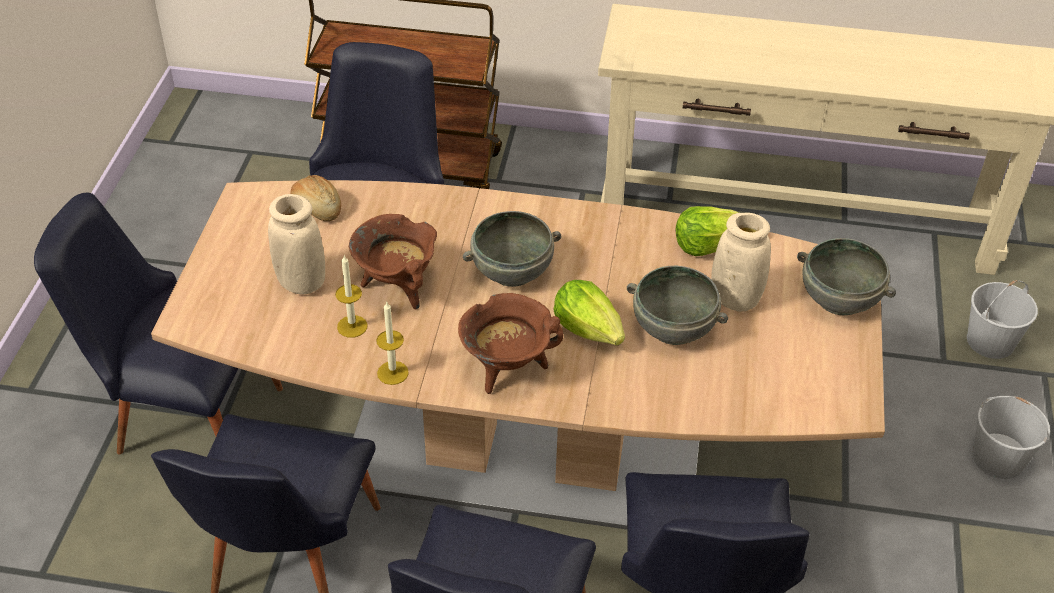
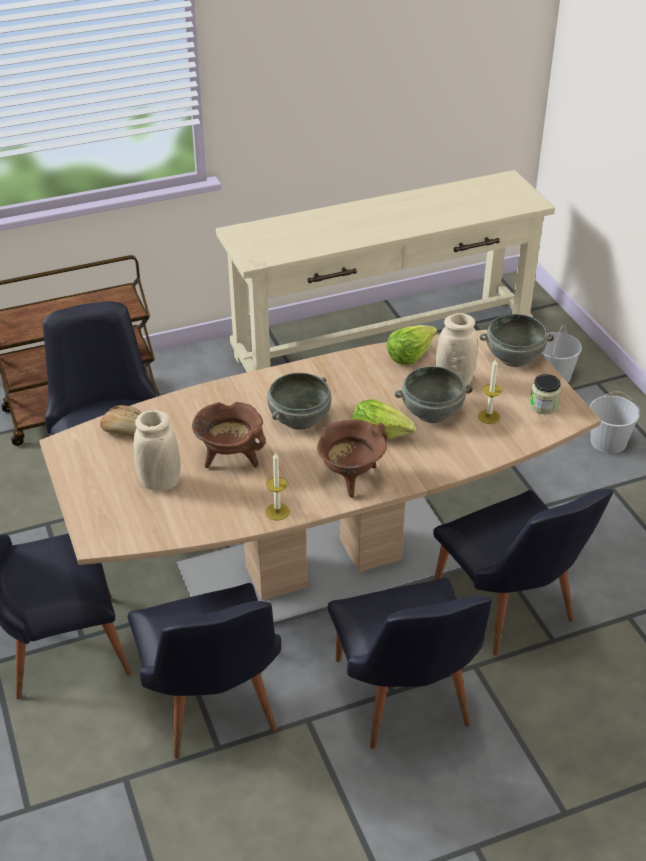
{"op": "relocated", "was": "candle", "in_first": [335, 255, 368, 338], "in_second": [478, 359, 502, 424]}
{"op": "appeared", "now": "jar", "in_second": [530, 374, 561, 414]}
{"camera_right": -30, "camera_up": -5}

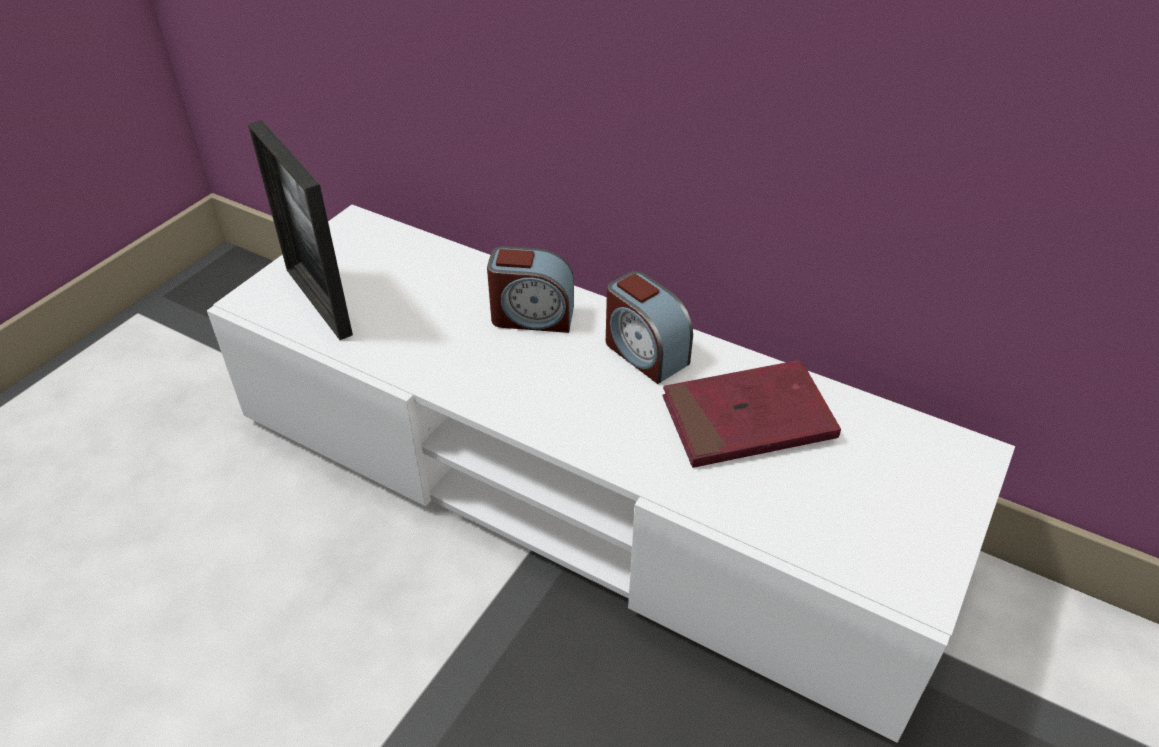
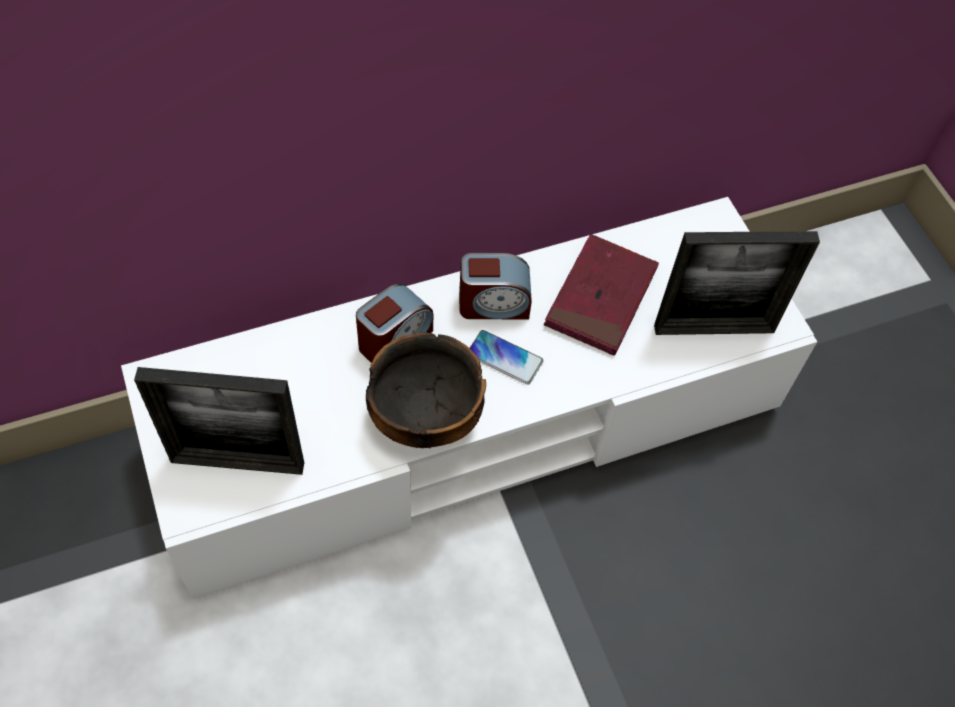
{"op": "appeared", "now": "picture frame", "in_second": [654, 231, 820, 335]}
{"op": "appeared", "now": "phone", "in_second": [469, 330, 543, 385]}
{"op": "appeared", "now": "bowl", "in_second": [366, 332, 486, 448]}
{"camera_right": -55, "camera_up": 15}

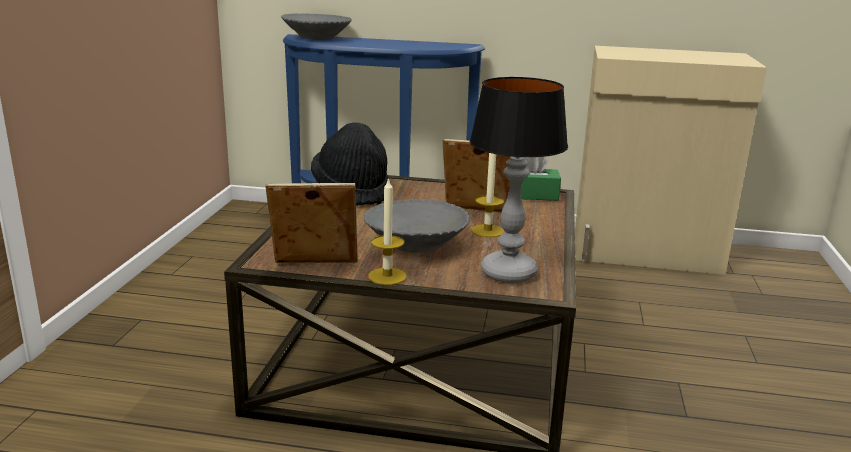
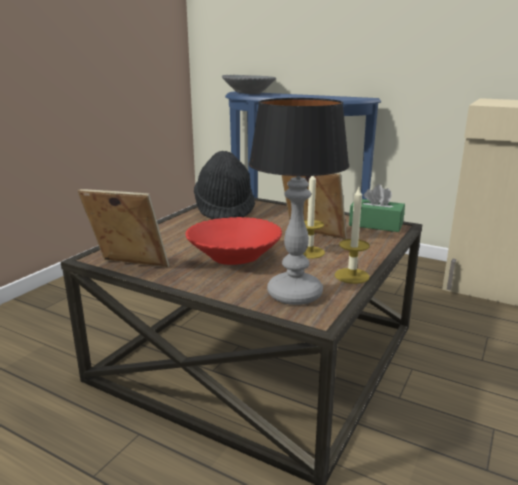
{"op": "relocated", "was": "candle", "in_first": [368, 177, 407, 285], "in_second": [335, 187, 370, 284]}
{"op": "colour", "was": "bowl/grey", "now": "bowl/red", "in_first": [364, 199, 470, 253], "in_second": [186, 217, 282, 265]}
{"camera_right": 20, "camera_up": 0}

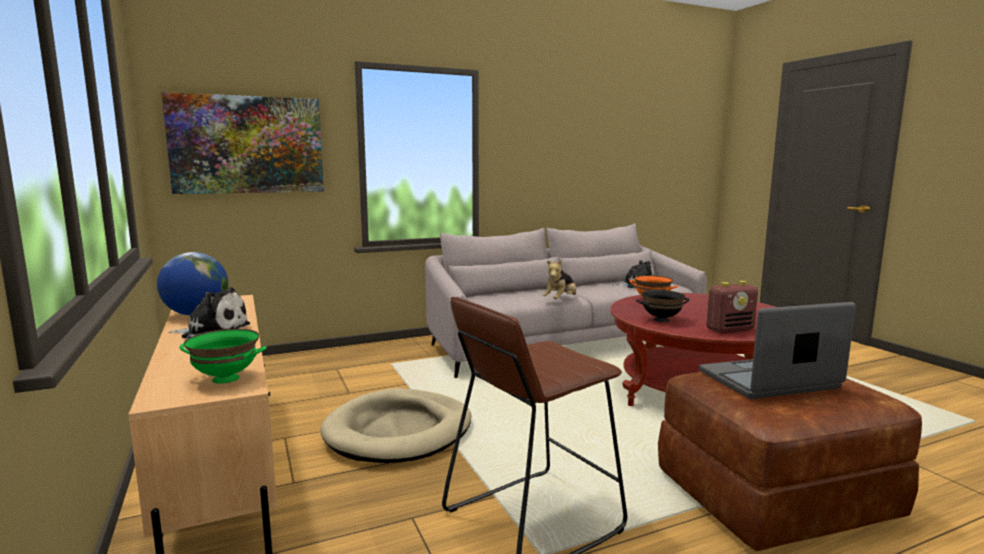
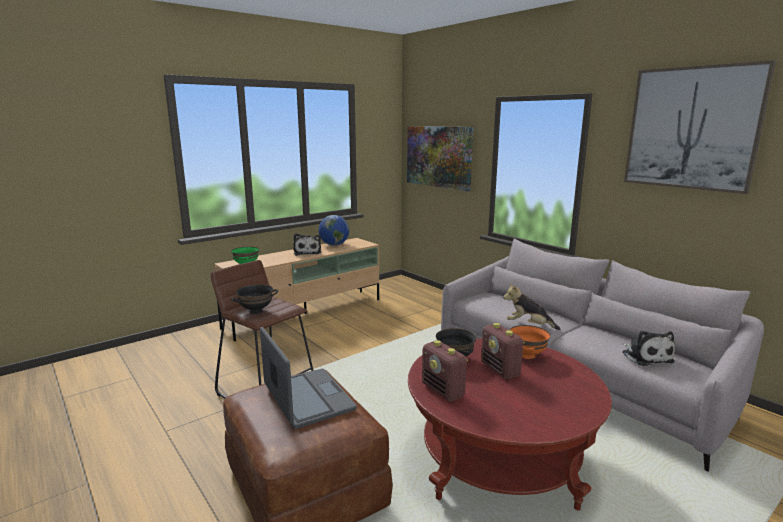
{"op": "missing", "was": "dog bed/beige", "in_first": [320, 388, 471, 463]}
{"op": "appeared", "now": "picture", "in_second": [624, 60, 776, 194]}
{"op": "appeared", "now": "bowl/black", "in_second": [231, 284, 278, 314]}
{"op": "appeared", "now": "radio", "in_second": [481, 323, 525, 379]}
{"camera_right": 75, "camera_up": 5}

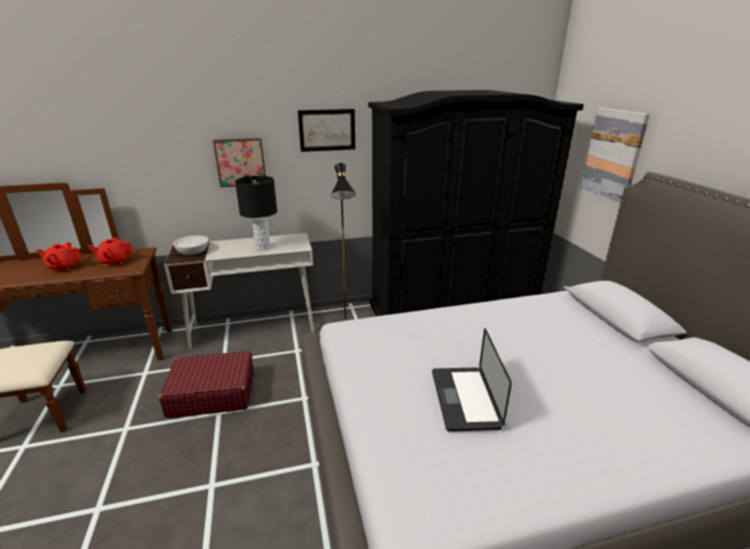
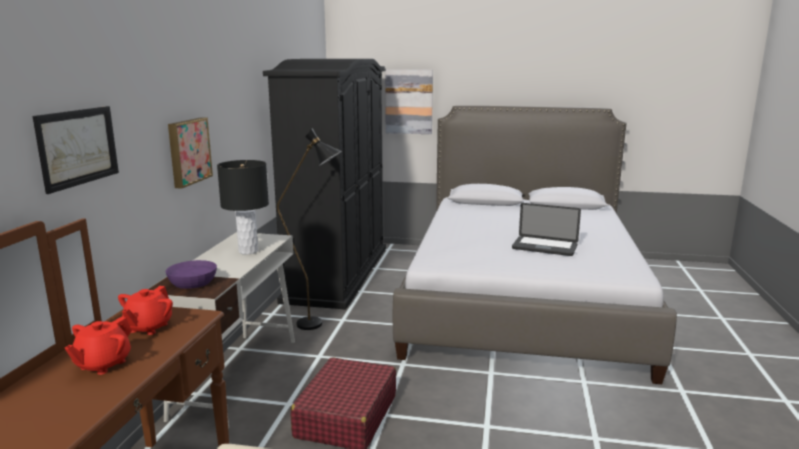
{"op": "relocated", "was": "picture", "in_first": [298, 109, 355, 152], "in_second": [33, 106, 119, 194]}
{"op": "colour", "was": "bowl/white", "now": "bowl/purple", "in_first": [173, 235, 208, 255], "in_second": [165, 260, 217, 289]}
{"camera_right": -65, "camera_up": -10}

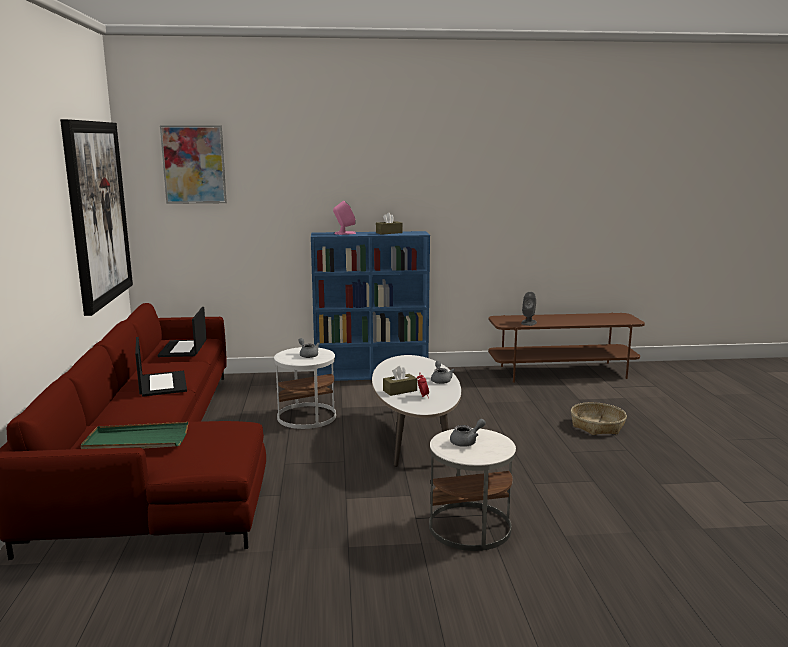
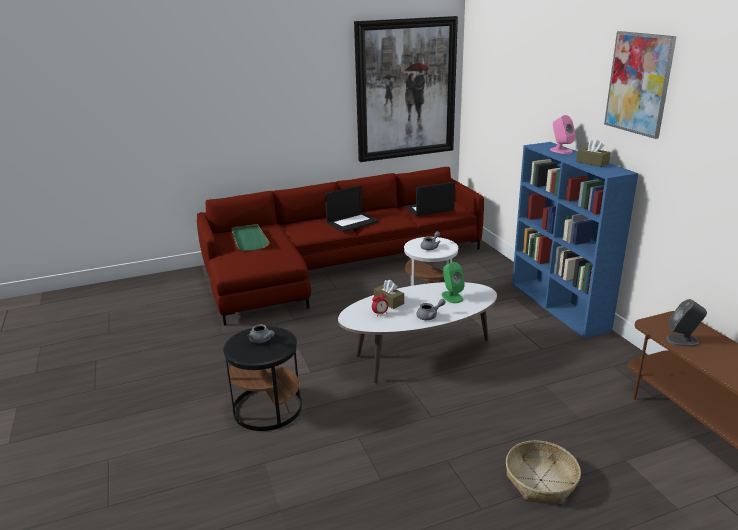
{"op": "relocated", "was": "picture", "in_first": [160, 125, 227, 204], "in_second": [604, 31, 677, 139]}
{"op": "colour", "was": "side table/white", "now": "side table/black", "in_first": [429, 428, 516, 551], "in_second": [223, 326, 302, 431]}
{"op": "appeared", "now": "speaker/green", "in_second": [442, 262, 465, 303]}
{"camera_right": 75, "camera_up": 10}

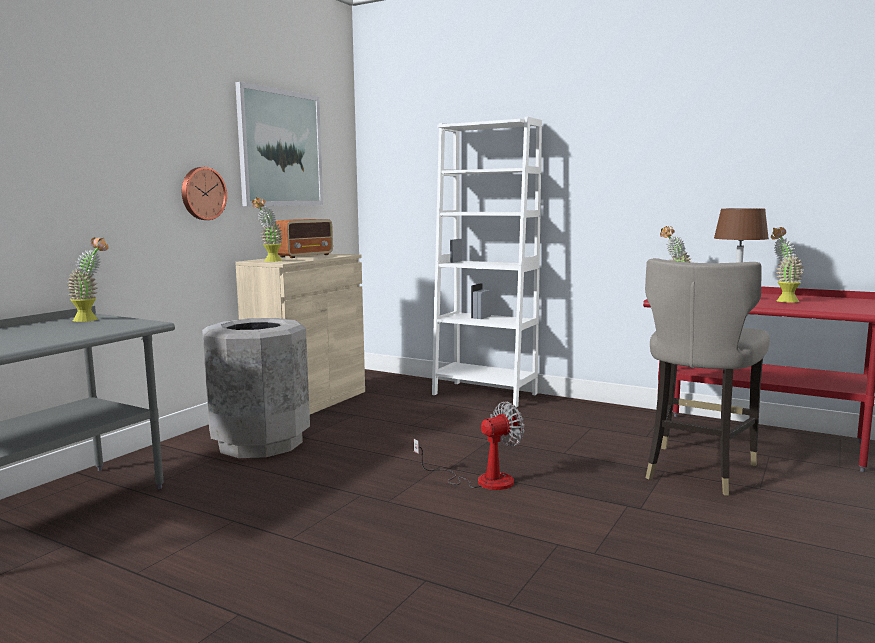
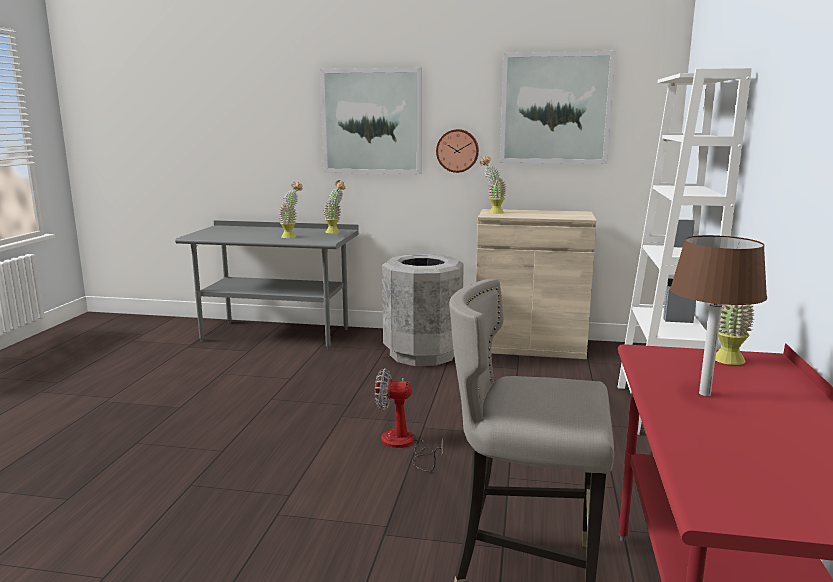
{"op": "missing", "was": "radio", "in_first": [276, 219, 333, 258]}
{"op": "relocated", "was": "potted plant", "in_first": [771, 227, 804, 303], "in_second": [278, 182, 303, 238]}
{"op": "spun", "was": "fan", "in_first": [413, 402, 525, 490], "in_second": [375, 368, 443, 472], "clockwise": 150}
{"op": "appeared", "now": "picture", "in_second": [320, 68, 422, 174]}
{"camera_right": 70, "camera_up": 5}

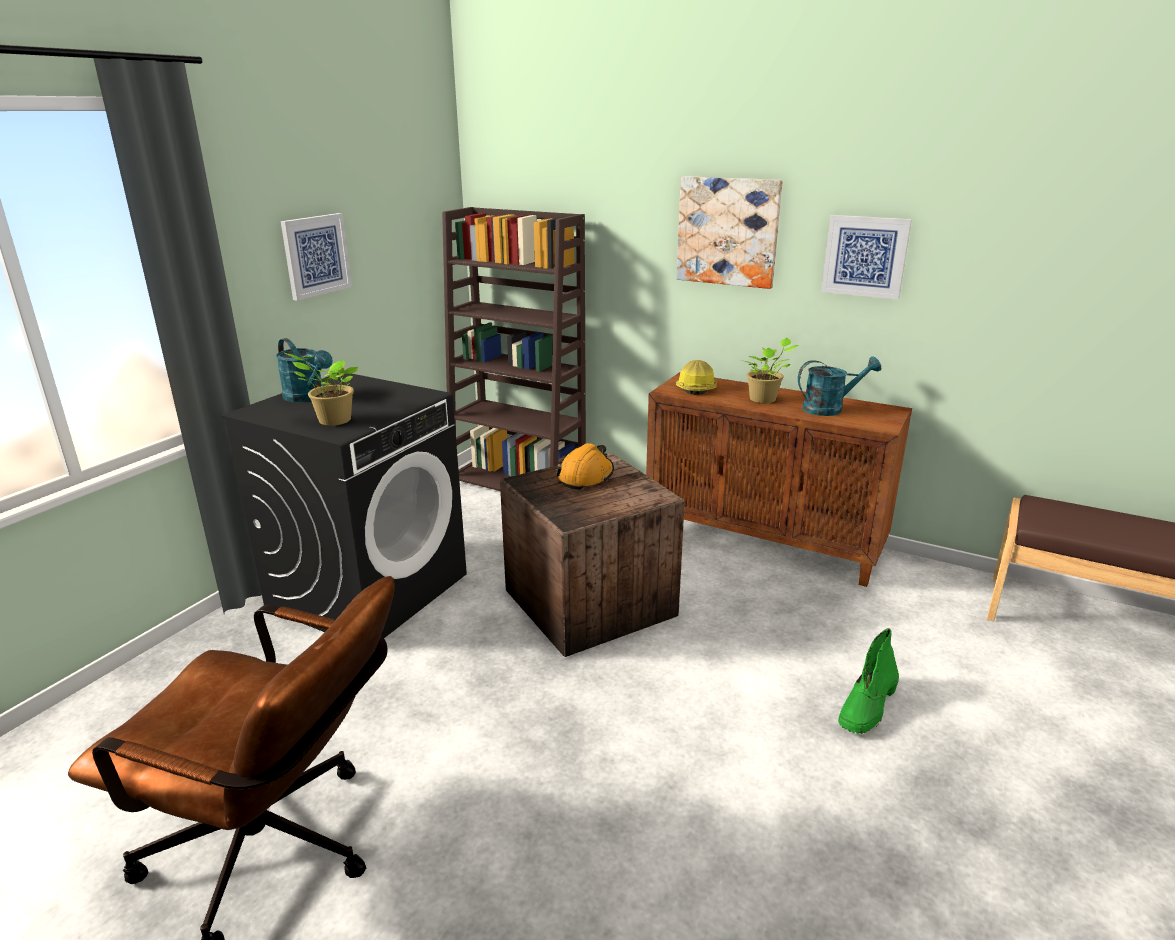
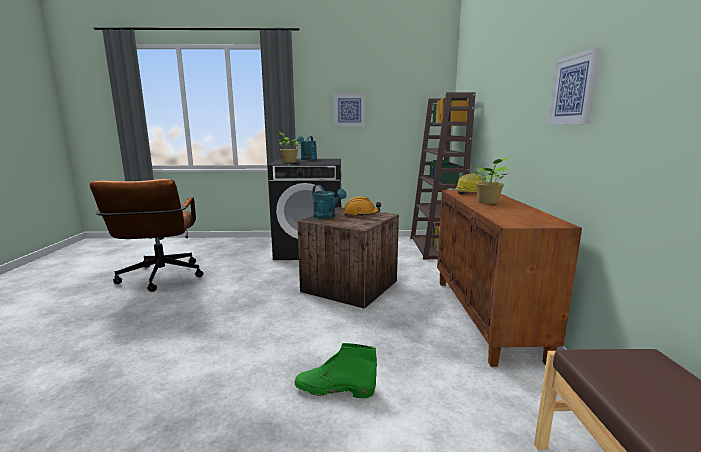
{"op": "missing", "was": "picture", "in_first": [676, 176, 783, 289]}
{"op": "relocated", "was": "watering can/turquoise", "in_first": [798, 356, 881, 416], "in_second": [312, 185, 347, 219]}
{"camera_right": 60, "camera_up": -10}

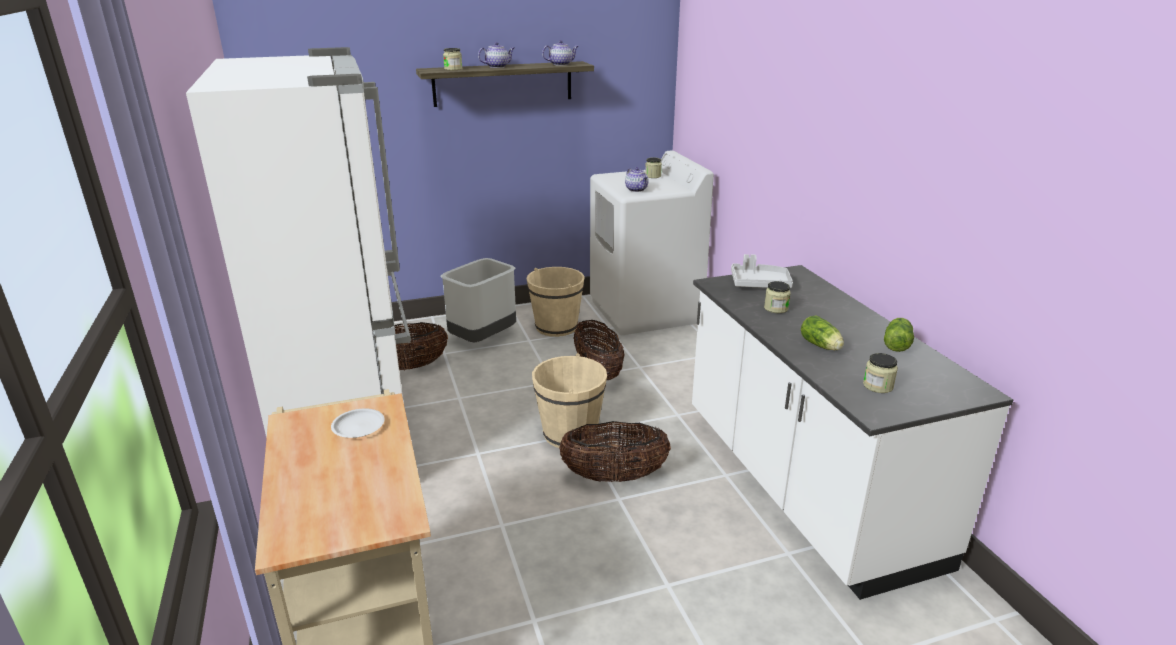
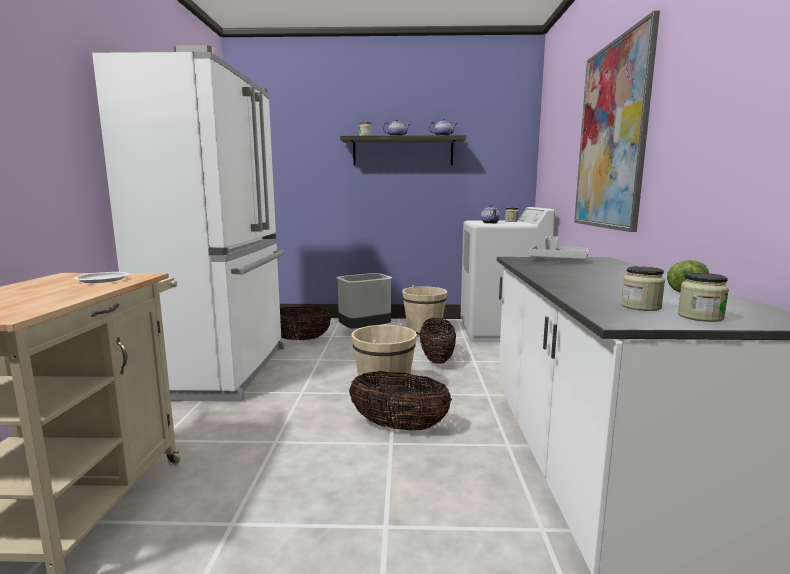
{"op": "relocated", "was": "jar", "in_first": [764, 281, 791, 313], "in_second": [678, 273, 729, 322]}
{"op": "missing", "was": "lettuce", "in_first": [801, 315, 844, 350]}
{"op": "appeared", "now": "picture", "in_second": [574, 11, 660, 232]}
{"camera_right": 20, "camera_up": -15}

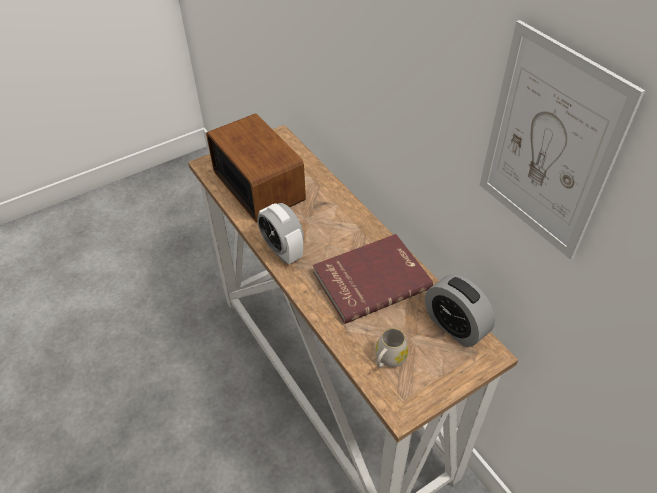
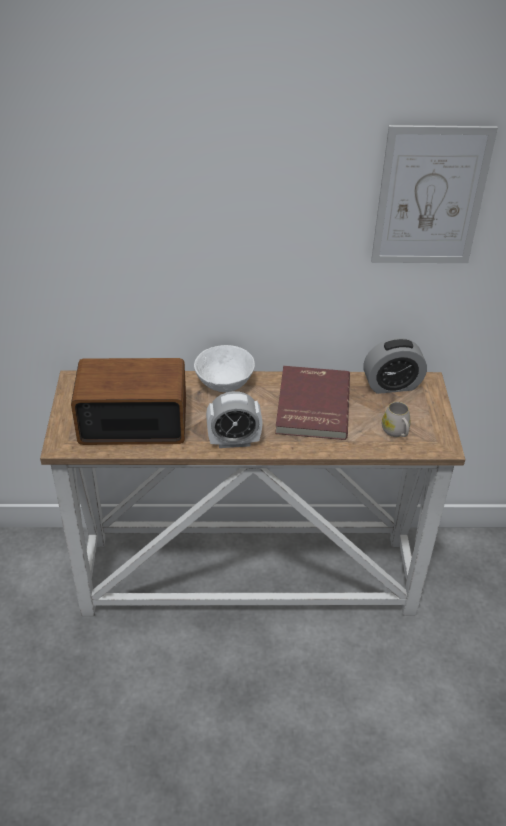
{"op": "appeared", "now": "bowl/white", "in_second": [194, 345, 255, 392]}
{"camera_right": -60, "camera_up": -5}

